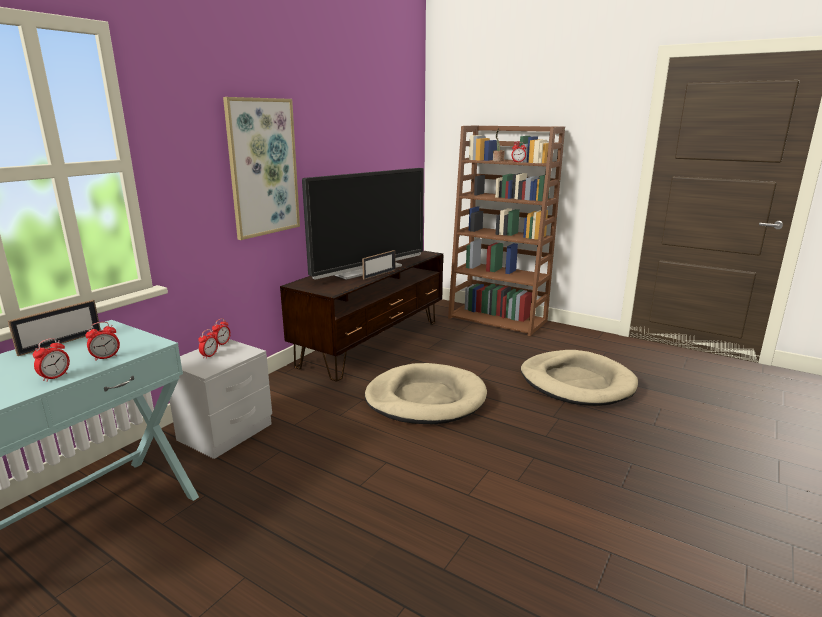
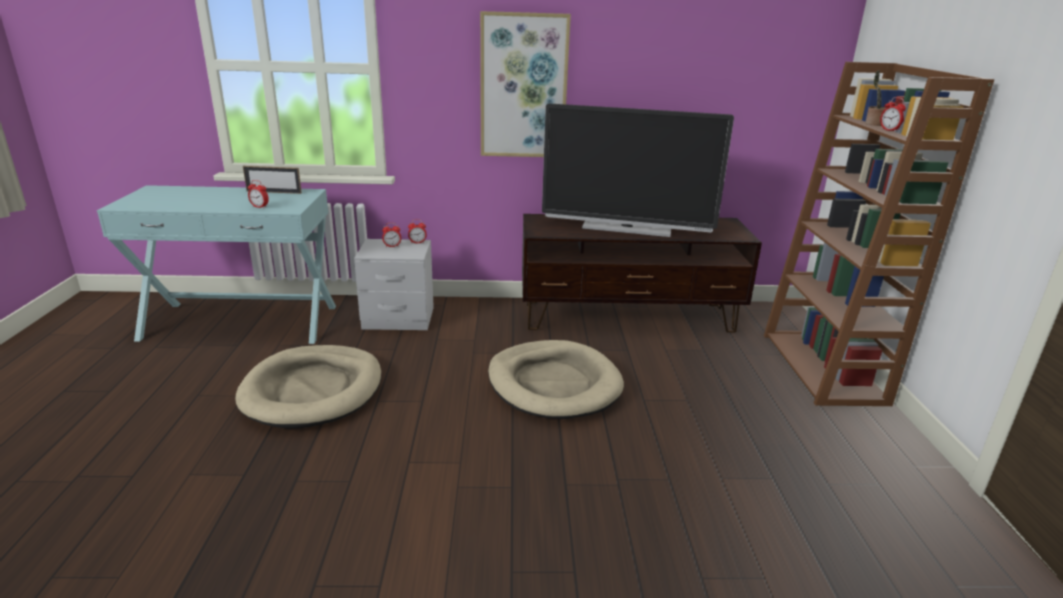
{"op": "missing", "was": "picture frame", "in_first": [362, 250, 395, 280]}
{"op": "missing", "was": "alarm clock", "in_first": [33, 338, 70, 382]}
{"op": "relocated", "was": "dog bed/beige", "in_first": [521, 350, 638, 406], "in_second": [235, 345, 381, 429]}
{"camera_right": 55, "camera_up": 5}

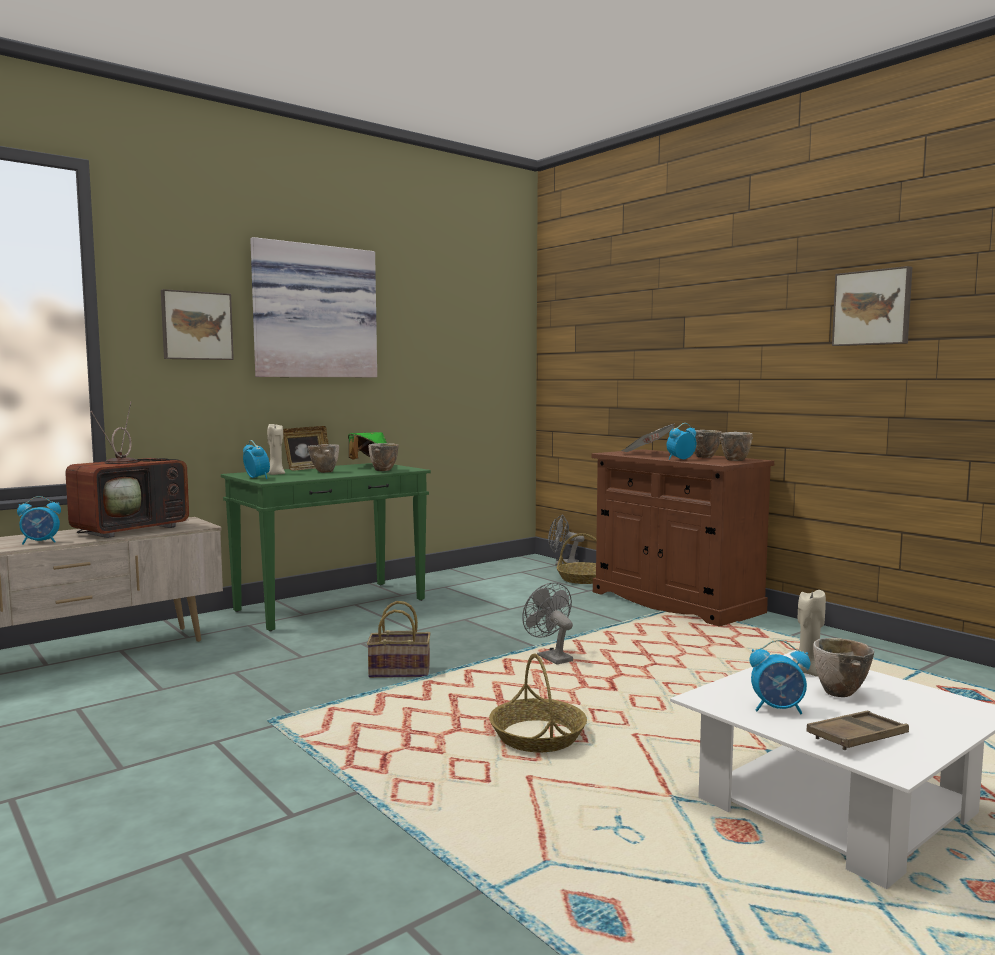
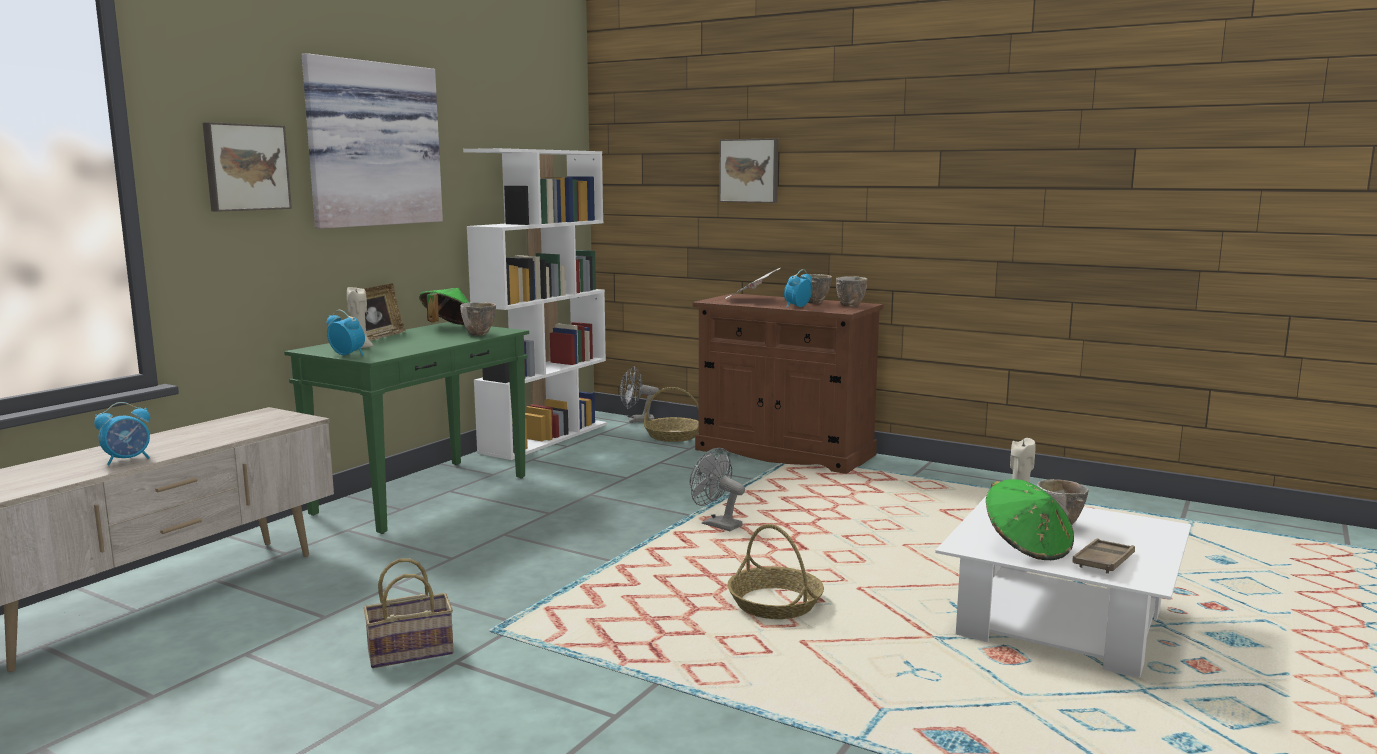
{"op": "relocated", "was": "picture", "in_first": [832, 266, 912, 346], "in_second": [719, 138, 779, 203]}
{"op": "missing", "was": "television", "in_first": [65, 401, 189, 538]}
{"op": "missing", "was": "bowl", "in_first": [308, 444, 339, 473]}
{"op": "relocated", "was": "basket", "in_first": [367, 601, 431, 678], "in_second": [363, 558, 454, 668]}
{"op": "exchanged", "was": "alarm clock", "now": "hat/green", "in_first": [749, 640, 810, 714], "in_second": [986, 479, 1074, 560]}
{"op": "appeared", "now": "bookcase/white", "in_second": [463, 148, 607, 460]}
{"camera_right": -20, "camera_up": 5}

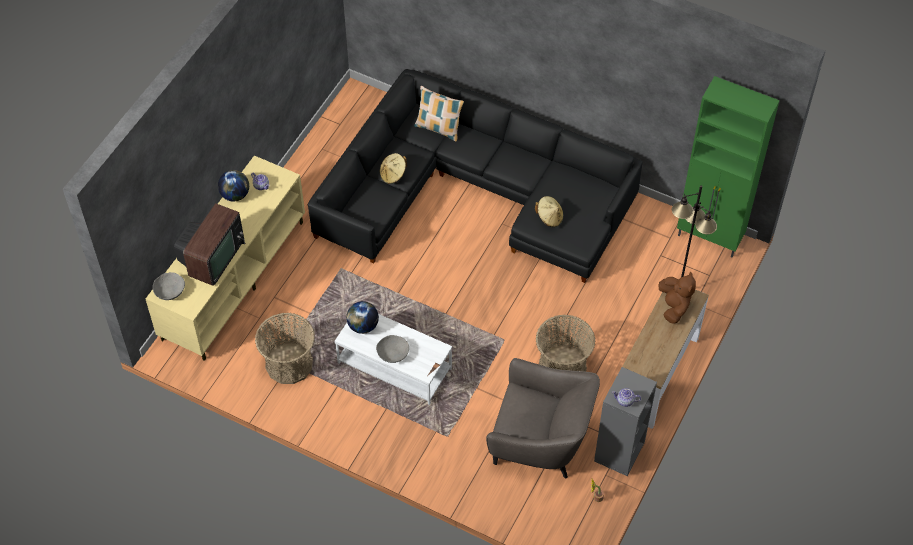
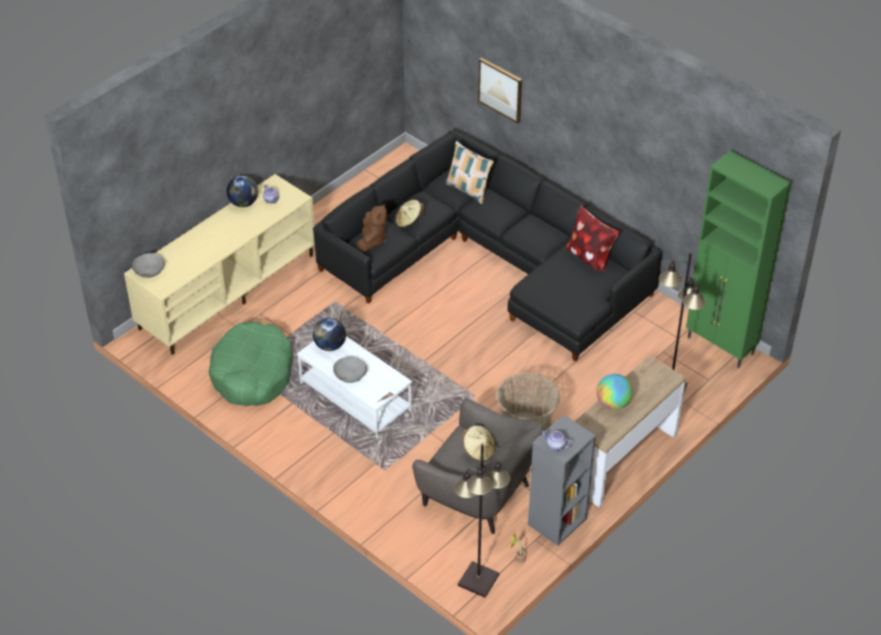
{"op": "relocated", "was": "hat/beige", "in_first": [535, 196, 563, 227], "in_second": [463, 425, 496, 462]}
{"op": "missing", "was": "television", "in_first": [174, 203, 245, 286]}
{"op": "relocated", "was": "plush toy/brown", "in_first": [658, 272, 696, 324], "in_second": [357, 203, 387, 252]}
{"op": "exchanged", "was": "basket", "now": "dog bed/green", "in_first": [255, 313, 315, 384], "in_second": [209, 322, 293, 406]}
{"op": "appeared", "now": "picture", "in_second": [478, 58, 522, 124]}
{"op": "appeared", "now": "pillow", "in_second": [566, 205, 620, 272]}
{"op": "appeared", "now": "globe", "in_second": [597, 374, 633, 410]}
{"op": "appeared", "now": "floor lamp/black", "in_second": [454, 444, 510, 598]}
{"camera_right": 15, "camera_up": -10}

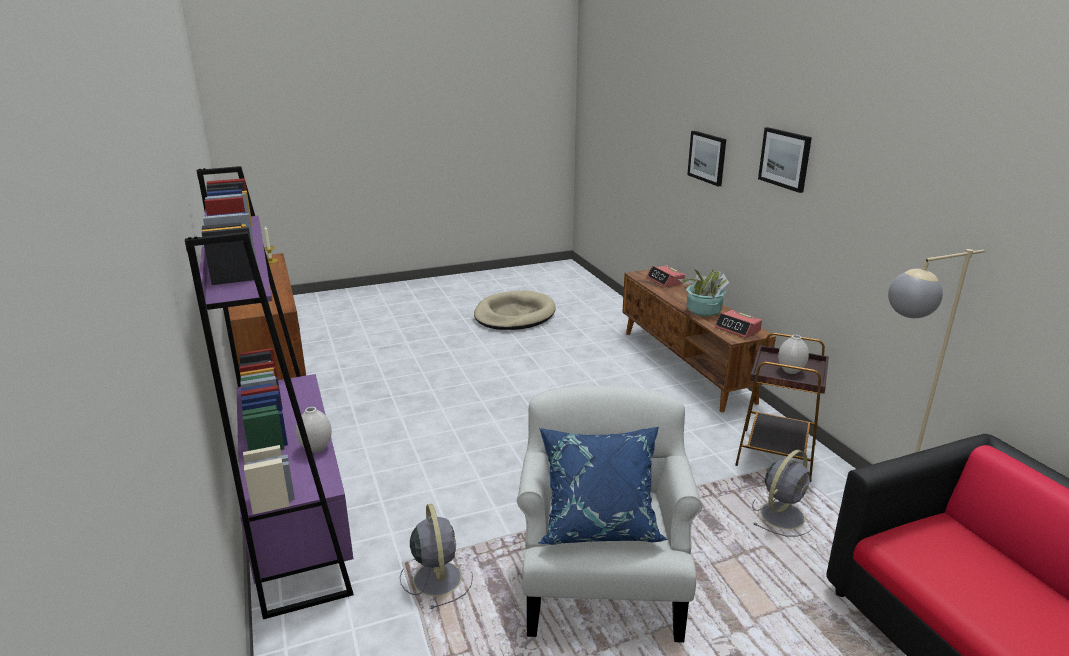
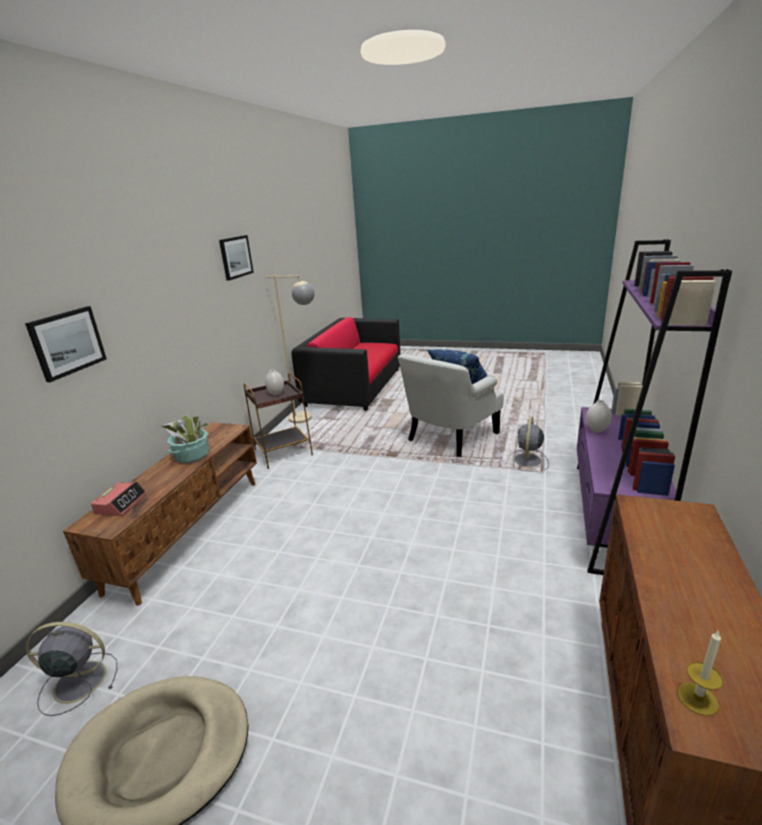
{"op": "relocated", "was": "picture", "in_first": [758, 127, 812, 193], "in_second": [219, 235, 254, 281]}
{"op": "missing", "was": "alarm clock", "in_first": [714, 310, 762, 338]}
{"op": "relocated", "was": "fan/grey", "in_first": [752, 450, 812, 537], "in_second": [26, 622, 117, 716]}
{"camera_right": -140, "camera_up": 0}

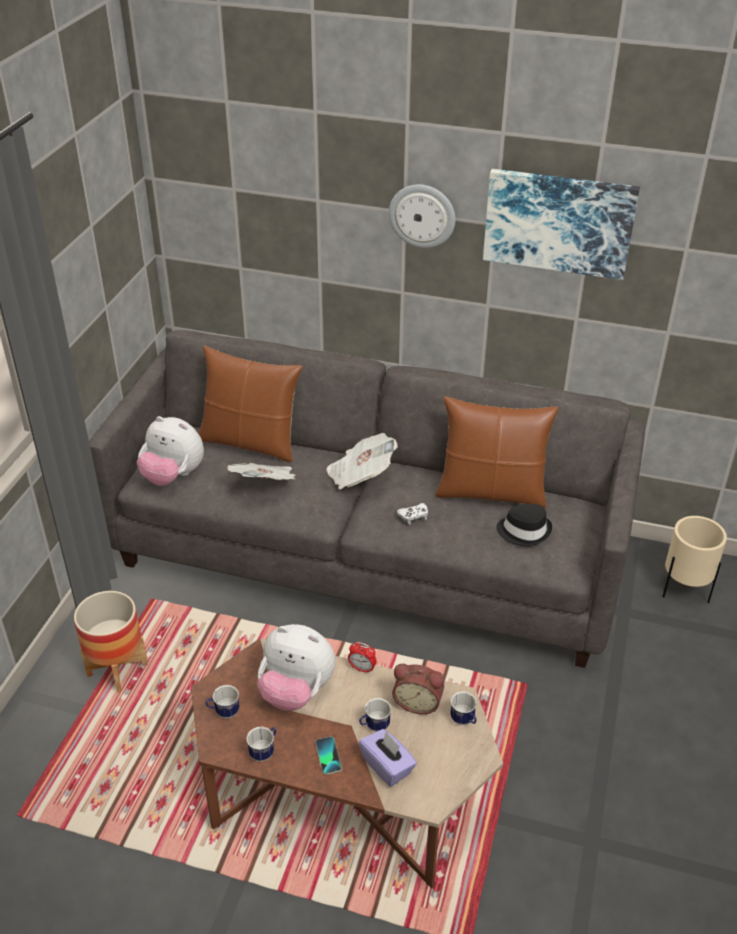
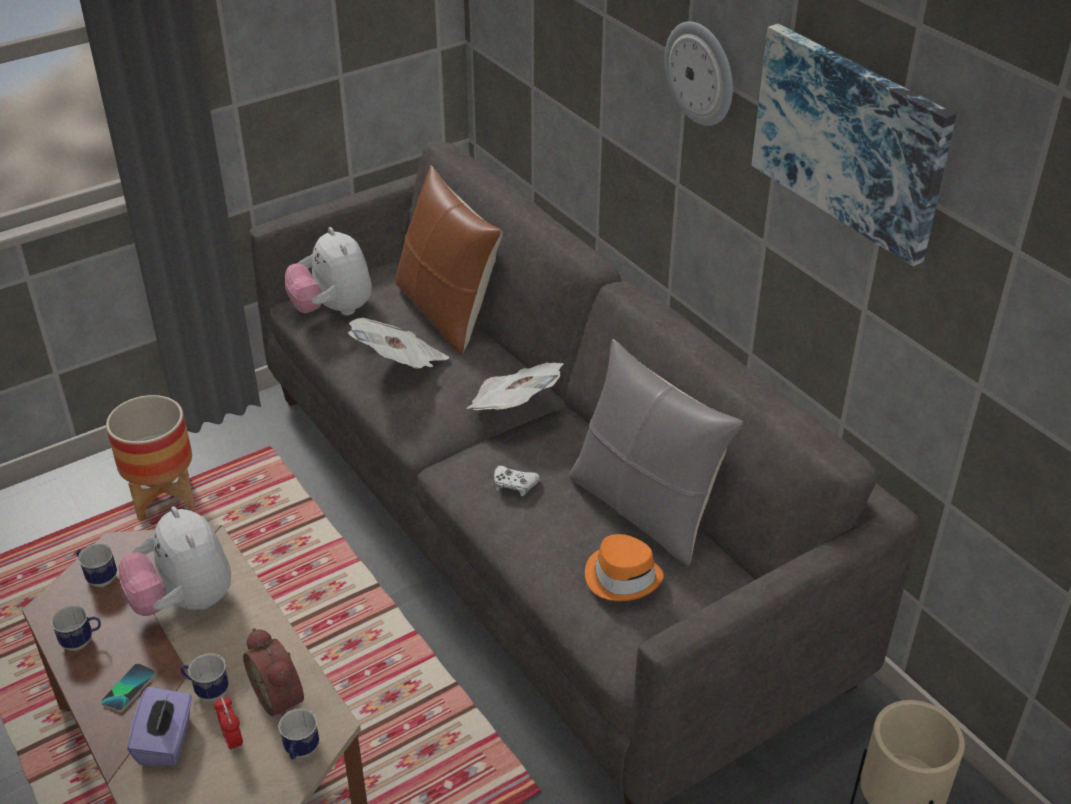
{"op": "colour", "was": "pillow/brown", "now": "pillow/grey", "in_first": [435, 396, 559, 508], "in_second": [569, 339, 743, 565]}
{"op": "colour", "was": "hat/black", "now": "hat/orange", "in_first": [496, 504, 552, 546], "in_second": [585, 534, 664, 601]}
{"op": "relocated", "was": "alarm clock", "in_first": [348, 642, 377, 674], "in_second": [214, 696, 243, 752]}
{"camera_right": 40, "camera_up": 0}

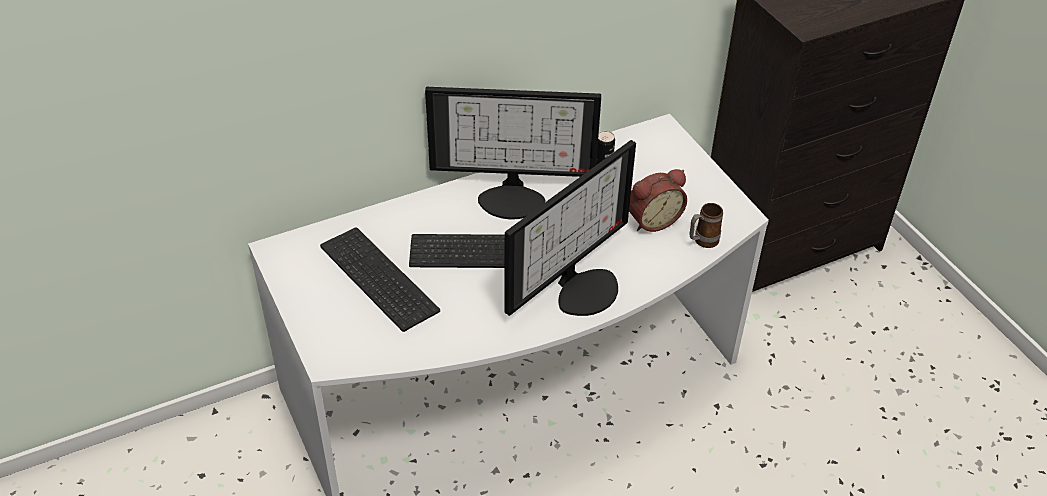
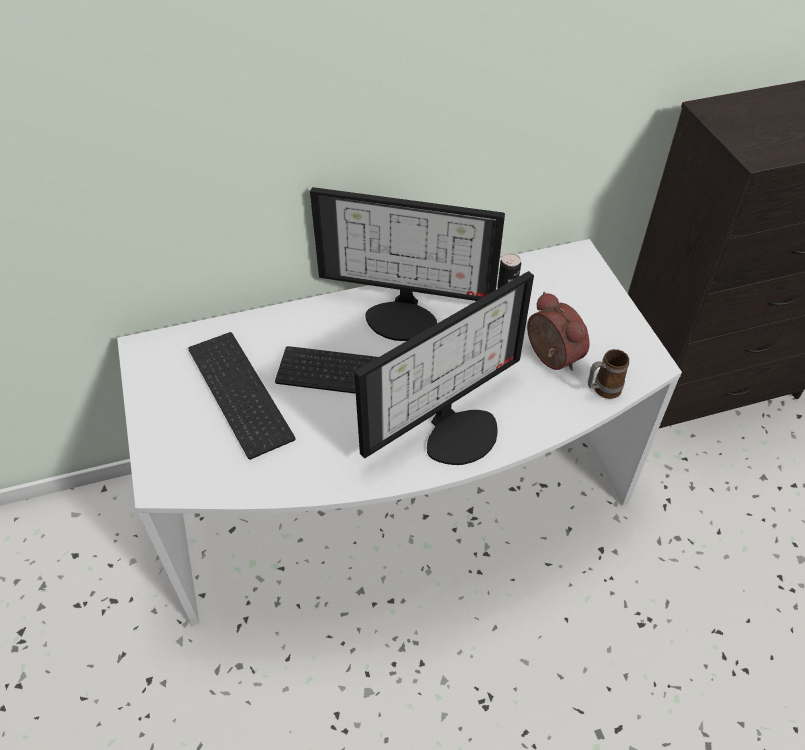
{"op": "spun", "was": "alarm clock", "in_first": [629, 169, 687, 232], "in_second": [527, 292, 590, 371], "clockwise": -105}
{"camera_right": 10, "camera_up": 5}

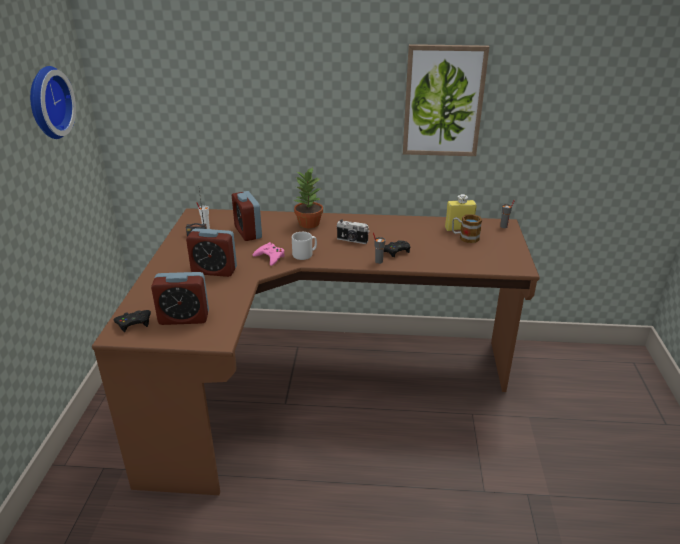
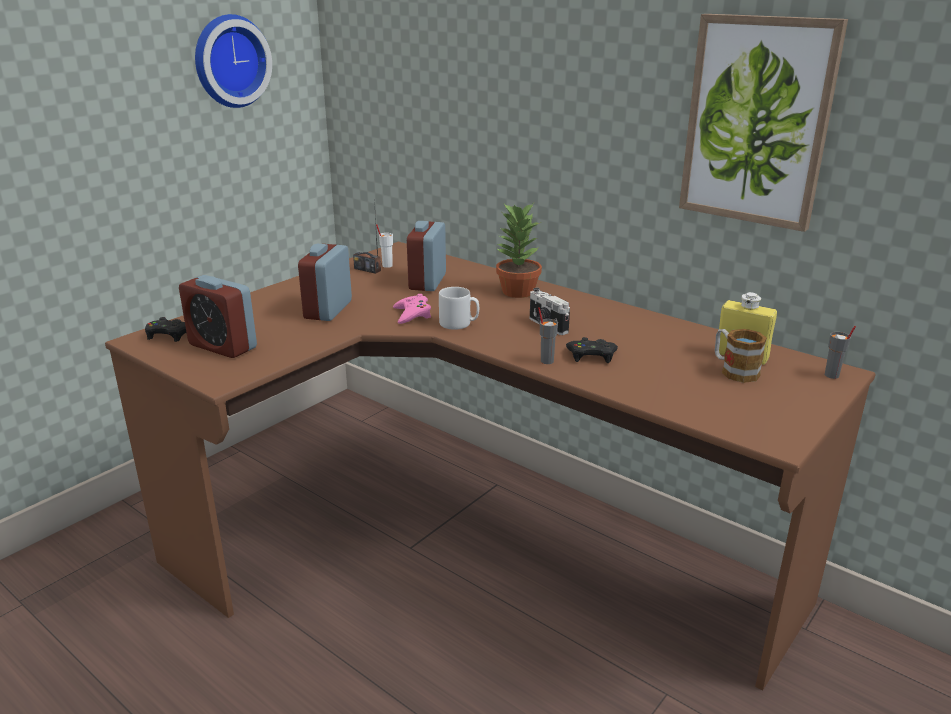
{"op": "spun", "was": "alarm clock", "in_first": [186, 228, 237, 277], "in_second": [298, 244, 352, 321], "clockwise": 60}
{"camera_right": 35, "camera_up": -5}

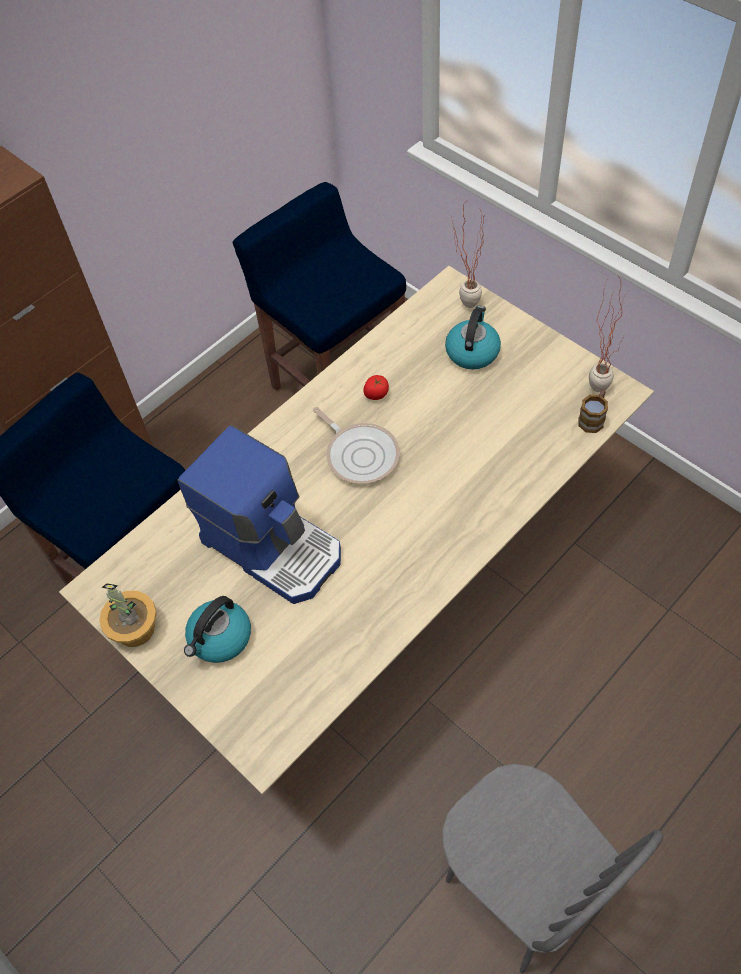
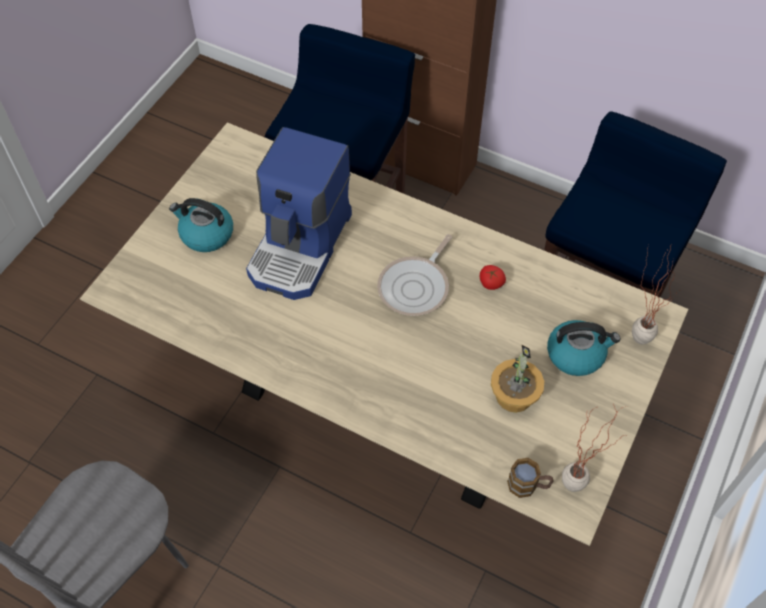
{"op": "relocated", "was": "potted plant", "in_first": [99, 583, 157, 647], "in_second": [491, 345, 544, 413]}
{"camera_right": 70, "camera_up": 0}

